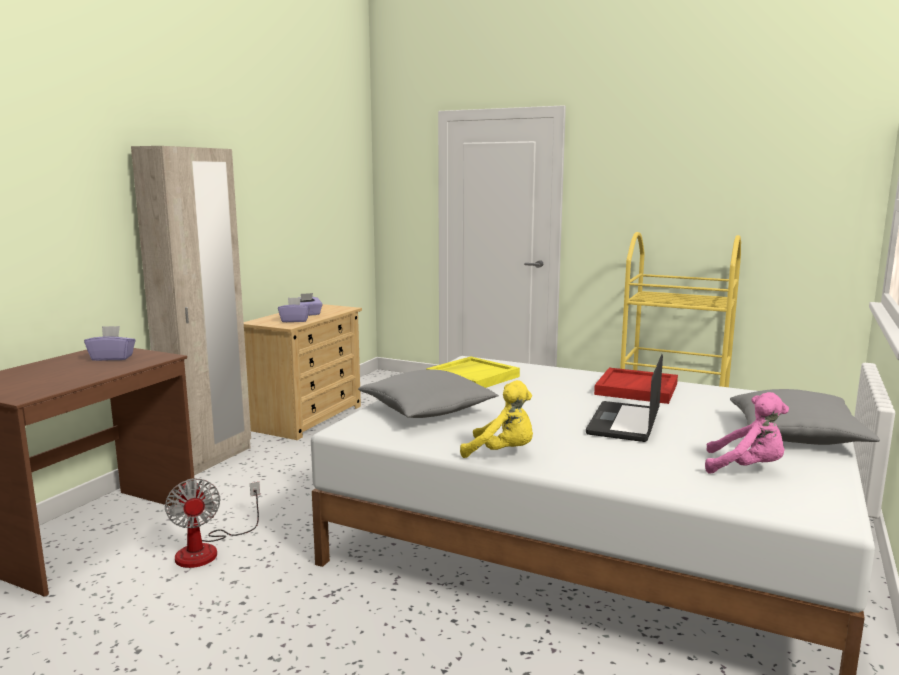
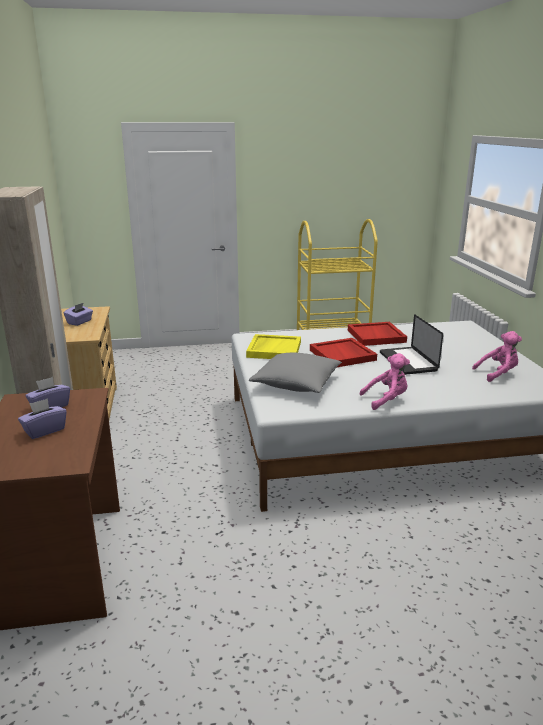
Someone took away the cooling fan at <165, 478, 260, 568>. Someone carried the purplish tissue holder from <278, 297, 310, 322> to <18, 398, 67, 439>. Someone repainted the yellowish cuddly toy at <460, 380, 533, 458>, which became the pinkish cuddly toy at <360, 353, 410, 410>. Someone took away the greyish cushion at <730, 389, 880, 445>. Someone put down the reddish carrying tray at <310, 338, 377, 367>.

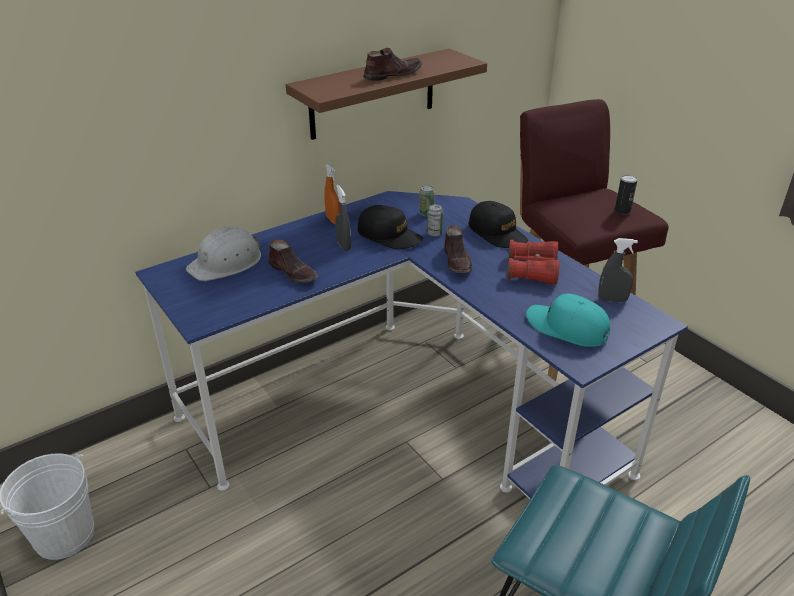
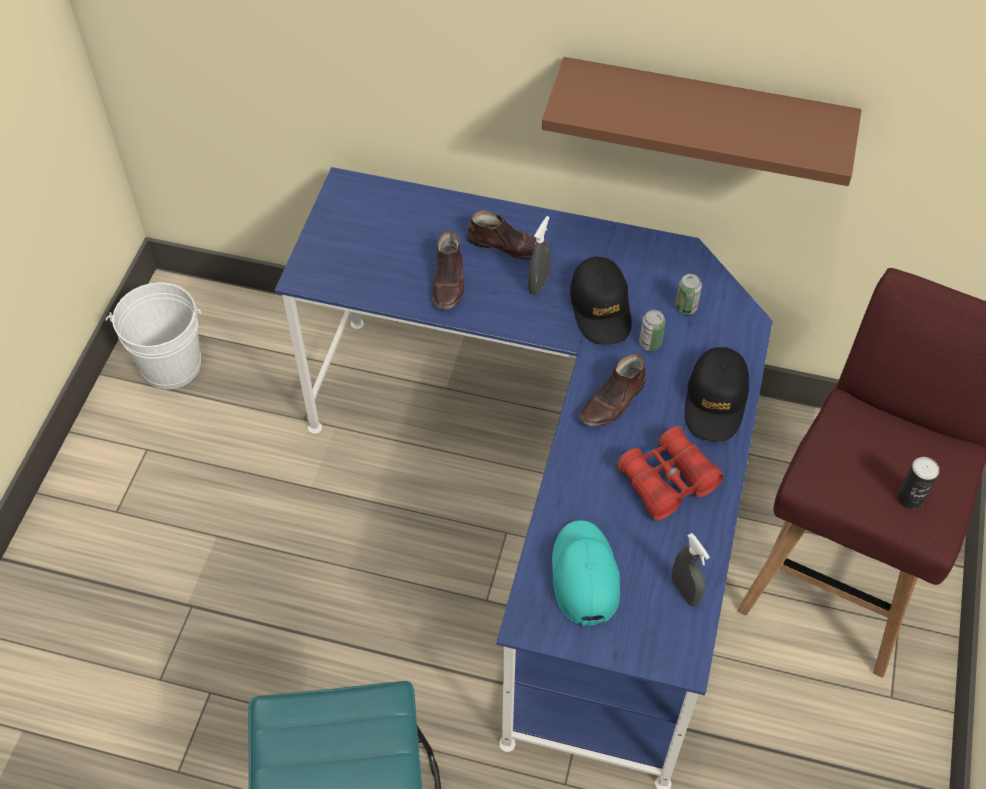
Someone took away the whitish safety helmet at <186, 226, 261, 281>. Someone took away the orange hand sprayer at <324, 164, 340, 224>. Someone carried the brown item of footwear from <363, 48, 422, 81> to <466, 210, 549, 259>.

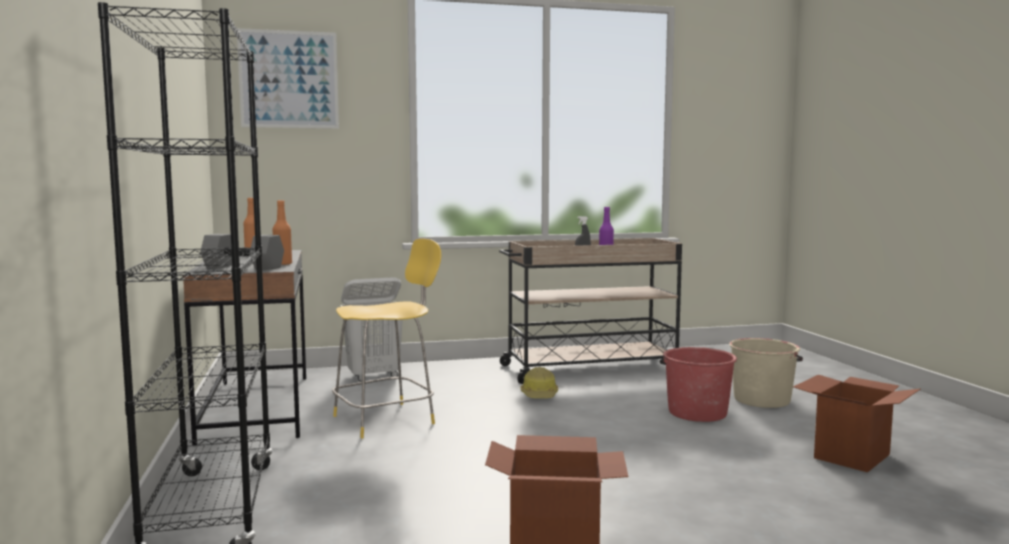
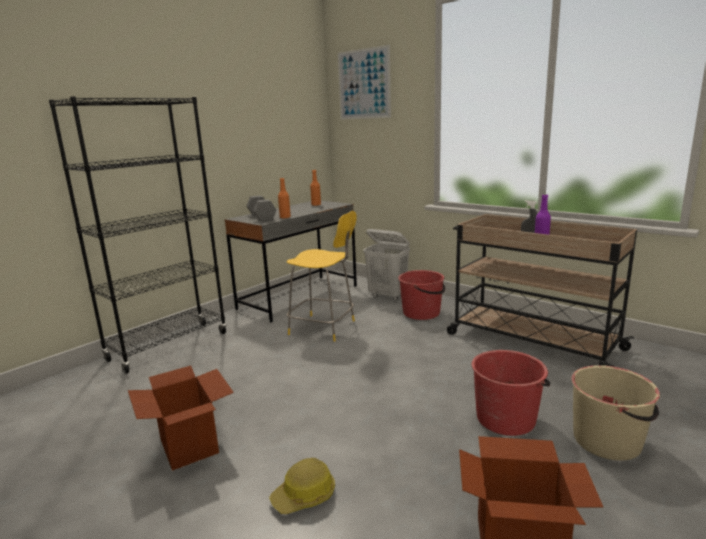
Someone carried the safety helmet from <521, 367, 558, 398> to <269, 458, 335, 514>. Someone put down the reddish bucket at <398, 270, 445, 320>.

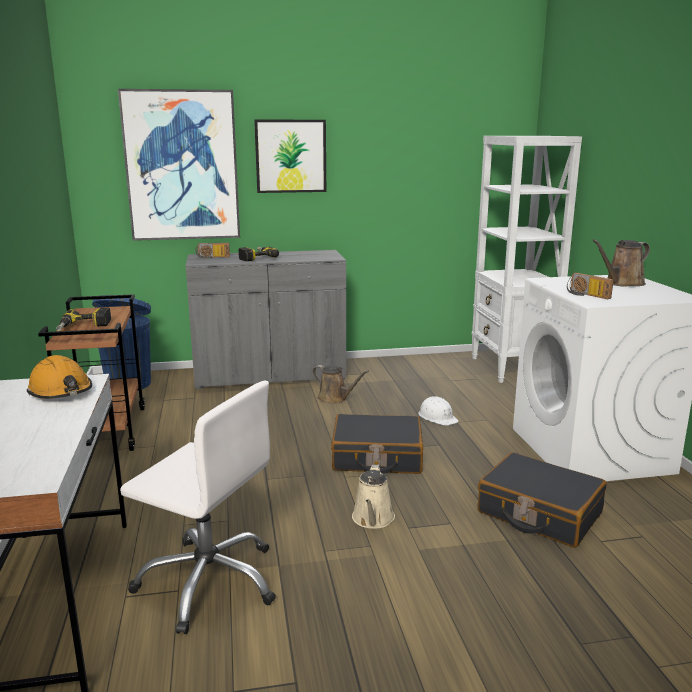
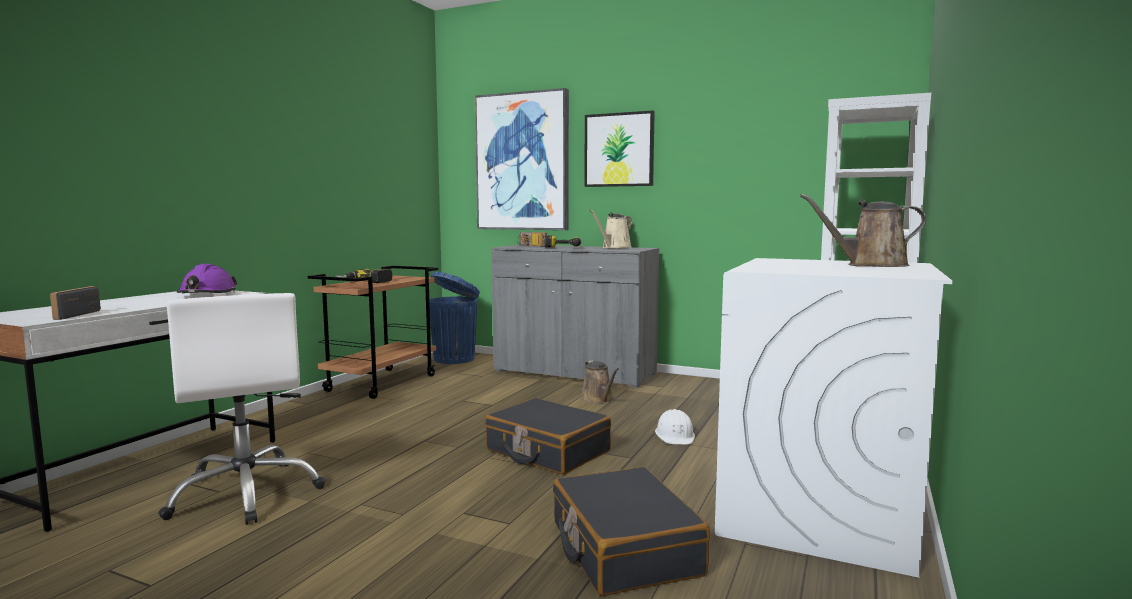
Someone repainted the orange safety helmet at <27, 355, 92, 399>, which became the purplish safety helmet at <177, 264, 237, 293>. Someone carried the beige watering pot from <352, 465, 395, 529> to <589, 209, 632, 249>. Someone carried the radio receiver from <567, 273, 614, 299> to <50, 286, 101, 320>.

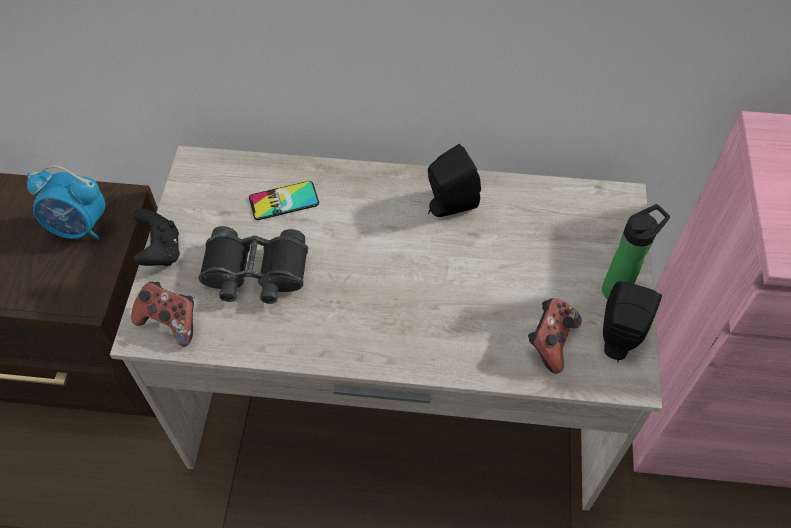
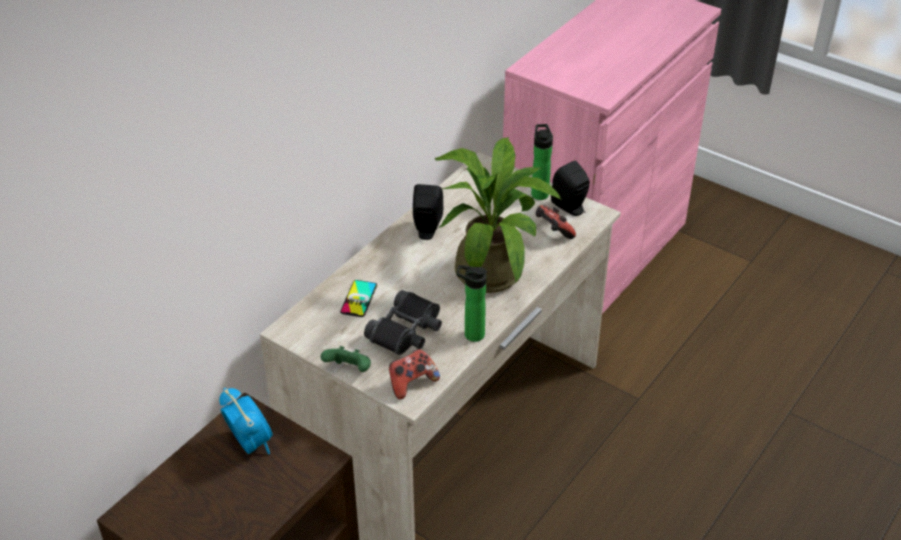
Someone rotated the table clock at <27, 165, 106, 240> by 75 degrees counterclockwise. Someone repainted the blackish gamepad at <133, 209, 180, 266>, which became the green-coloured gamepad at <321, 346, 371, 372>. Someone put down the potted plant at <435, 137, 561, 293>. Someone put down the bottle at <457, 265, 487, 342>.

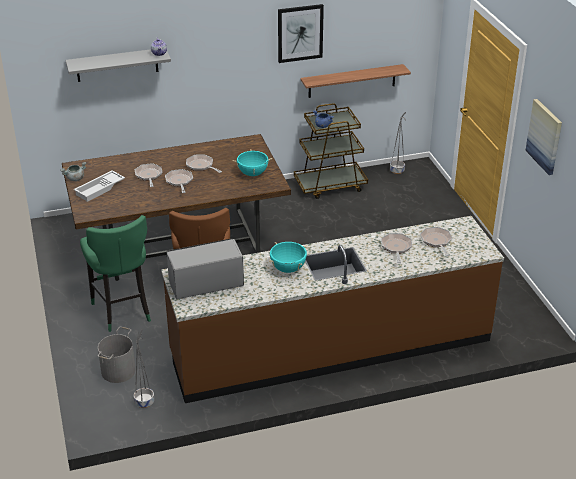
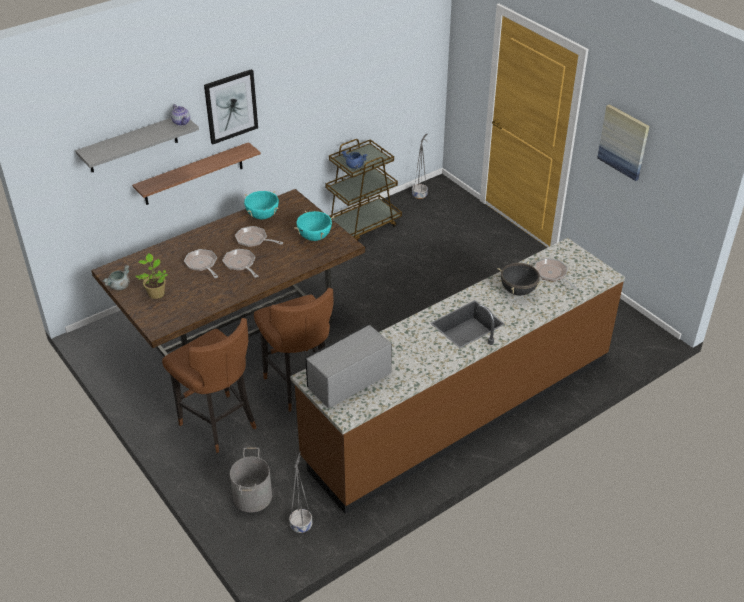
Someone swapped the whitish carrying tray at <74, 170, 125, 202> for the potted plant at <135, 253, 168, 299>. Someone repainted the green-coloured sitting stool at <80, 215, 151, 332>, which became the brown sitting stool at <162, 318, 257, 453>. Someone carried the turquoise-coloured stockpot from <269, 242, 307, 273> to <244, 191, 279, 219>. Someone carried the wall picture from <278, 4, 324, 63> to <204, 69, 258, 144>. Someone carried the shelf from <300, 64, 411, 98> to <132, 142, 261, 205>. Someone swapped the pan at <381, 233, 412, 263> for the blackish stockpot at <498, 262, 543, 296>.

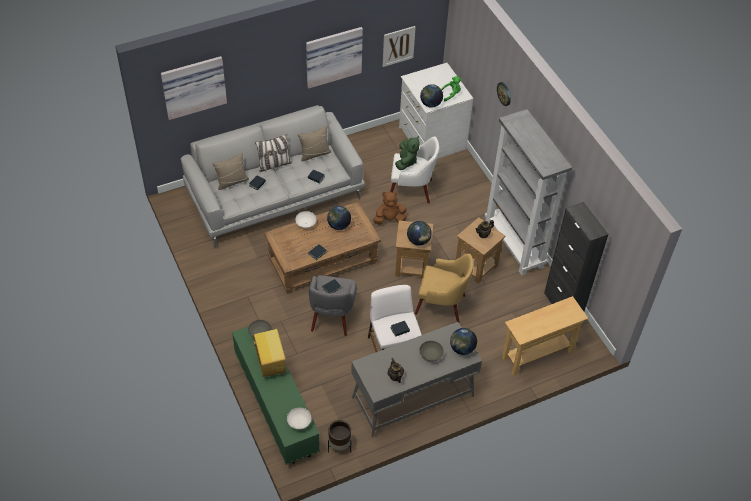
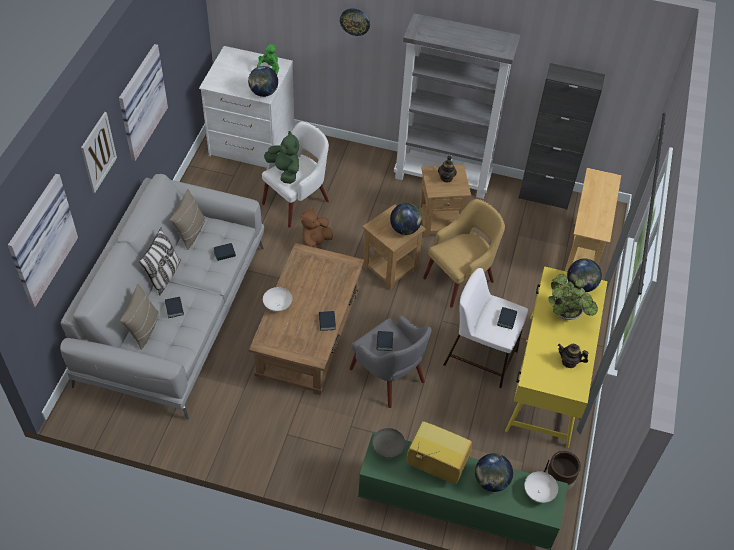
Someone carried the desk globe from <327, 206, 351, 230> to <475, 453, 513, 492>. Someone repainted the greyish desk at <351, 322, 482, 437>, which became the yellowish desk at <505, 266, 608, 448>. Someone carried the wall picture from <383, 26, 416, 67> to <81, 112, 117, 193>. Someone swapped the greyish deep dish at <419, 341, 444, 361> for the potted plant at <548, 274, 598, 320>.

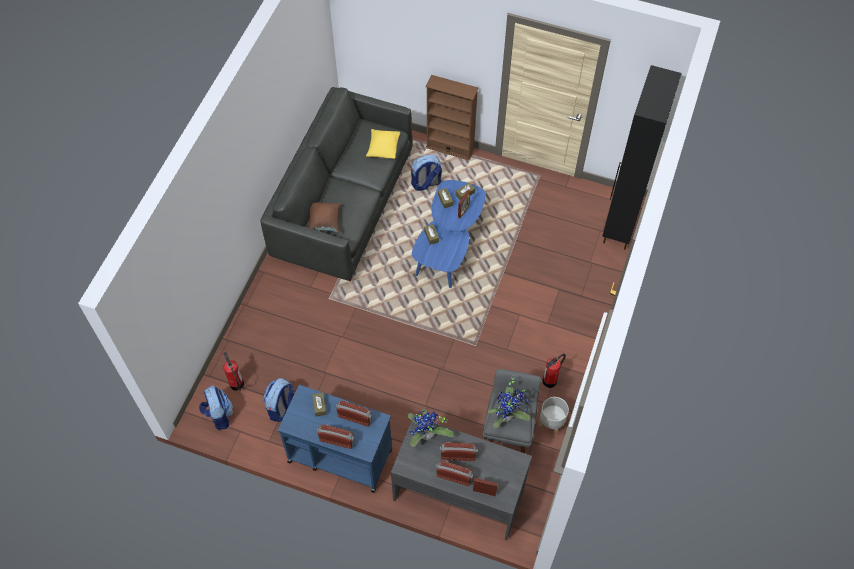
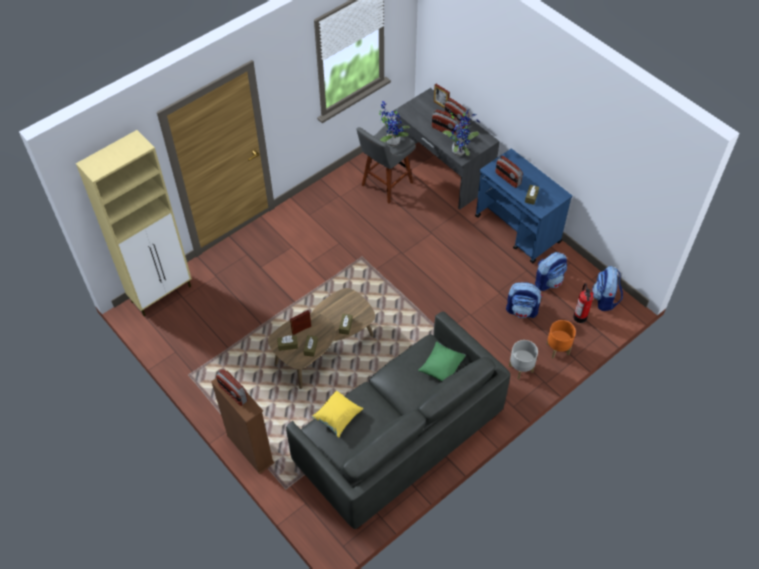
Someone repainted the brown cushion at <308, 203, 341, 233>, which became the green-coloured cushion at <419, 342, 466, 381>. Someone carried the radio receiver from <317, 425, 354, 449> to <216, 369, 248, 406>. Someone carried the rucksack from <411, 155, 442, 191> to <506, 282, 542, 318>. Someone repainted the blue-coloured low table at <412, 180, 486, 288>, which became the brown low table at <268, 288, 375, 389>. Someone carried the greyish planter from <539, 397, 569, 435> to <509, 340, 538, 379>. Someone took away the fire-fighting cylinder at <542, 354, 566, 388>. Someone repainted the blackish storage cabinet at <602, 65, 682, 250>, which became the beige storage cabinet at <76, 130, 192, 316>. Someone put down the orange planter at <547, 320, 576, 358>.

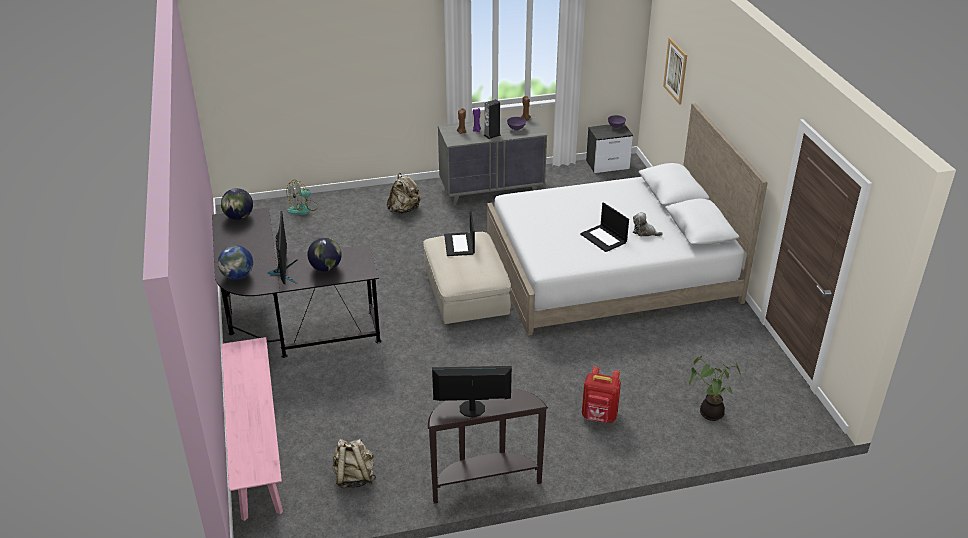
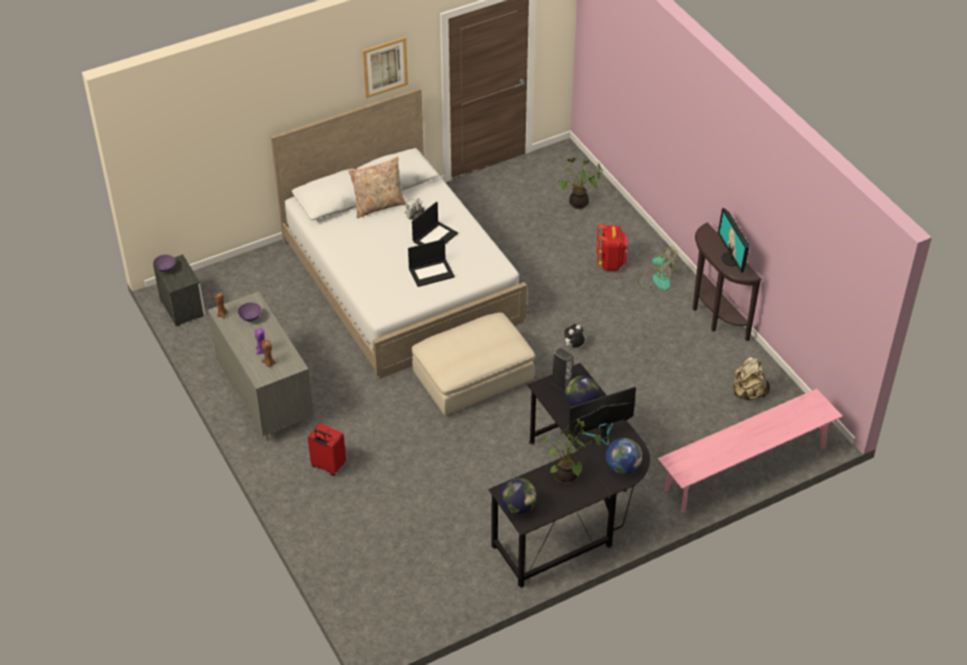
Someone carried the cooling fan from <287, 180, 319, 215> to <638, 247, 678, 291>. Someone swapped the beige rucksack at <387, 173, 422, 213> for the reddish suitcase at <308, 423, 346, 476>. Someone carried the portable computer from <444, 211, 475, 256> to <408, 239, 455, 287>. Someone carried the speaker from <484, 99, 501, 139> to <552, 348, 573, 393>. Someone carried the wall picture from <663, 38, 687, 105> to <362, 37, 408, 98>. Someone put down the beige cushion at <349, 157, 406, 218>. Someone put down the potted plant at <543, 419, 601, 485>. Someone put down the cuddly toy at <564, 324, 585, 348>.

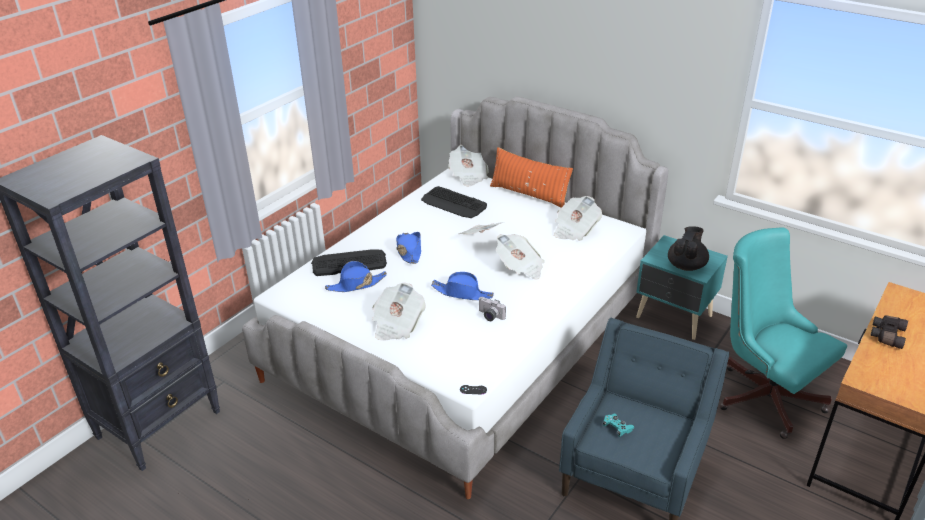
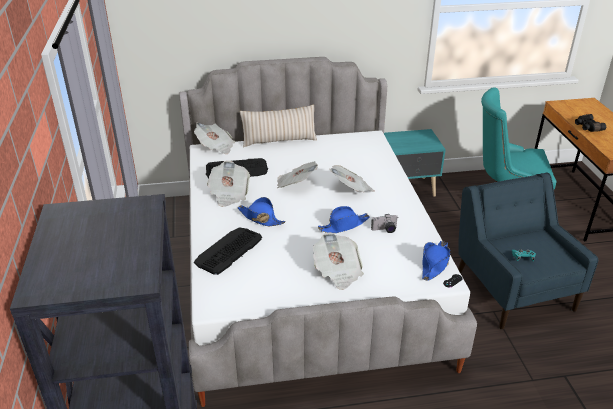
Someone carried the blue-coloured clothing hat from <325, 261, 387, 292> to <422, 241, 450, 281>. Someone repainted the orange cushion at <490, 147, 573, 208>, which became the beige cushion at <240, 105, 317, 147>. Someone carried the printed paper from <554, 196, 602, 241> to <207, 161, 250, 207>. Someone took away the blackish pot for tea at <668, 226, 709, 271>.

